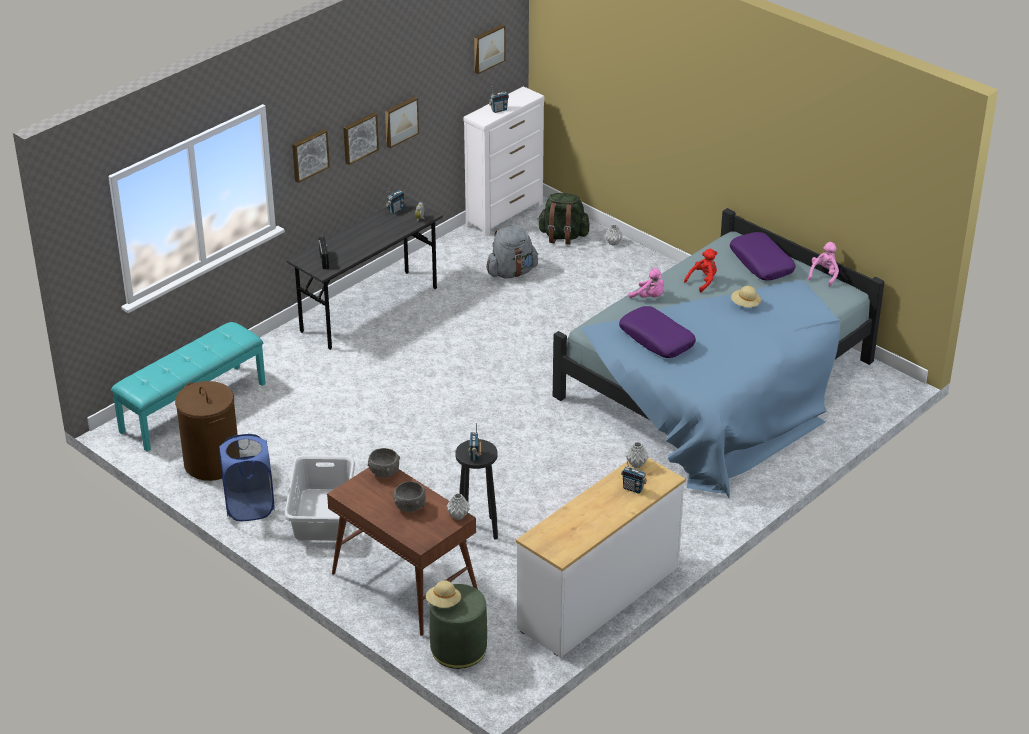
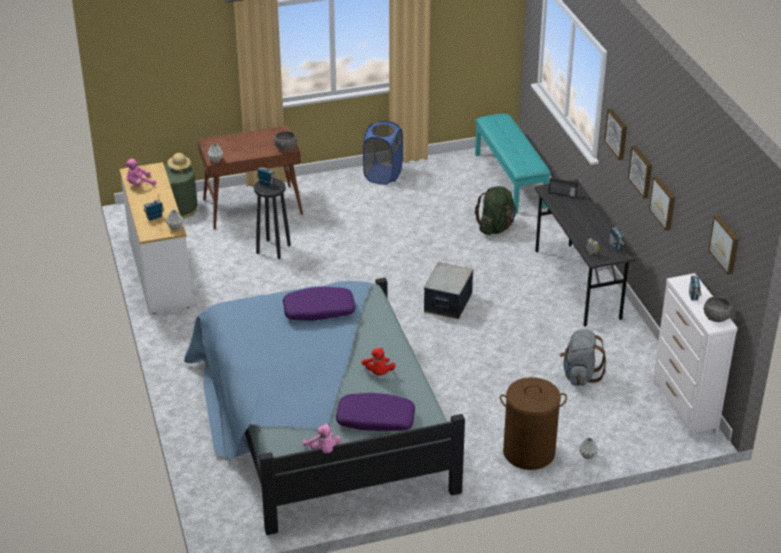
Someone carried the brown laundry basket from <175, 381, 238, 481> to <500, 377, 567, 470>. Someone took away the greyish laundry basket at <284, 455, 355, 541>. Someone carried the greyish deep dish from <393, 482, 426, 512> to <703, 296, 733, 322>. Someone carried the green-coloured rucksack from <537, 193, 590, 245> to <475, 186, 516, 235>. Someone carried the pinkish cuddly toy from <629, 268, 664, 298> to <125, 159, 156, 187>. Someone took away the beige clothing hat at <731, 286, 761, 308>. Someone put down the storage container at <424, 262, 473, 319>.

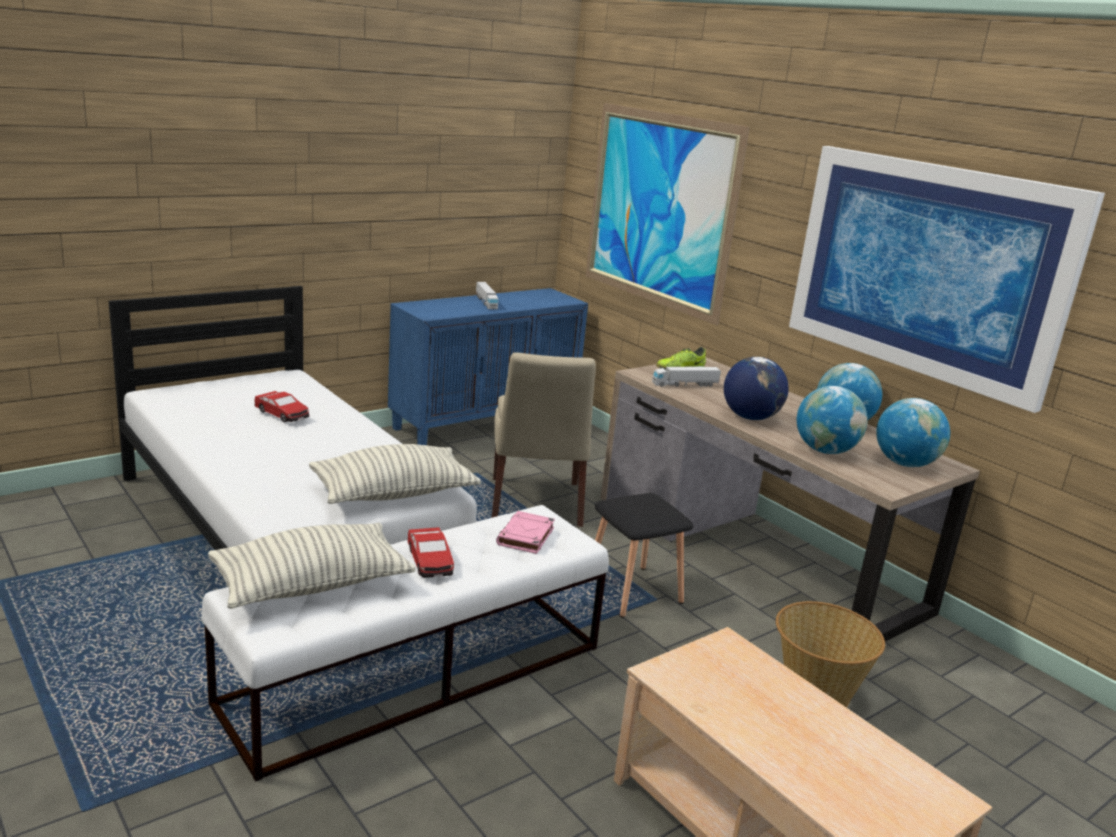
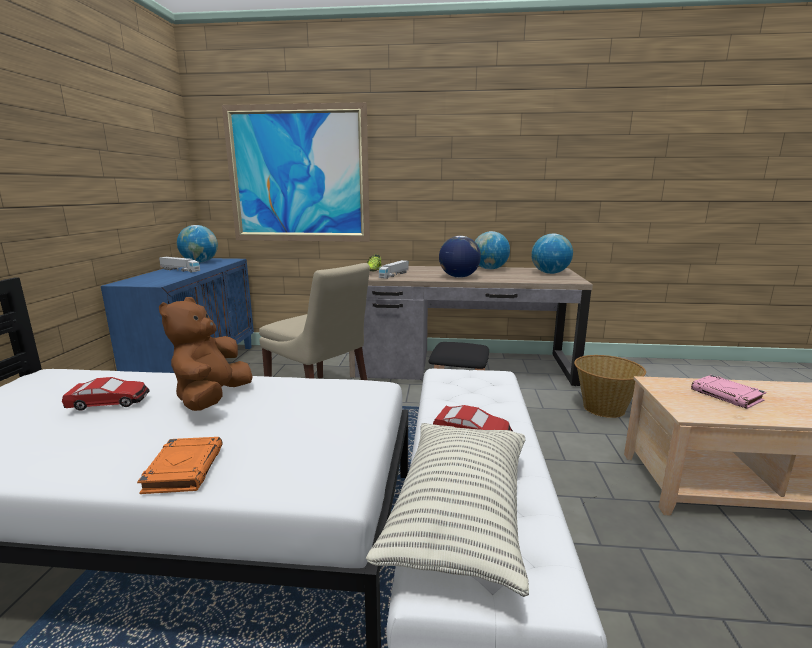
Someone took away the cushion at <309, 444, 481, 504>. Someone carried the pinkish volume from <496, 511, 555, 554> to <691, 375, 766, 409>. Someone took away the wall picture at <789, 146, 1105, 413>. Someone carried the desk globe from <797, 386, 868, 454> to <177, 225, 218, 263>. Someone put down the orange volume at <137, 437, 223, 494>. Someone put down the brown cuddly toy at <159, 297, 253, 411>.

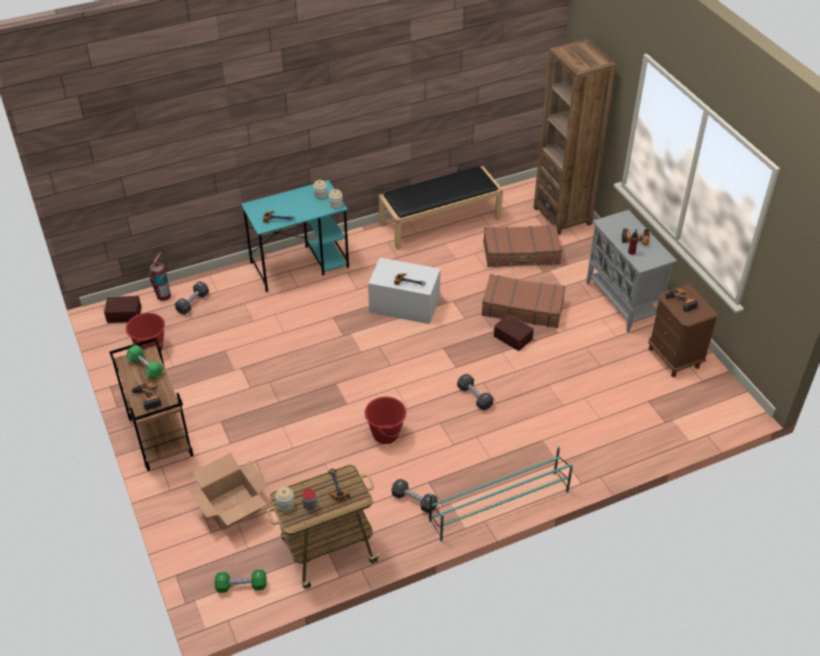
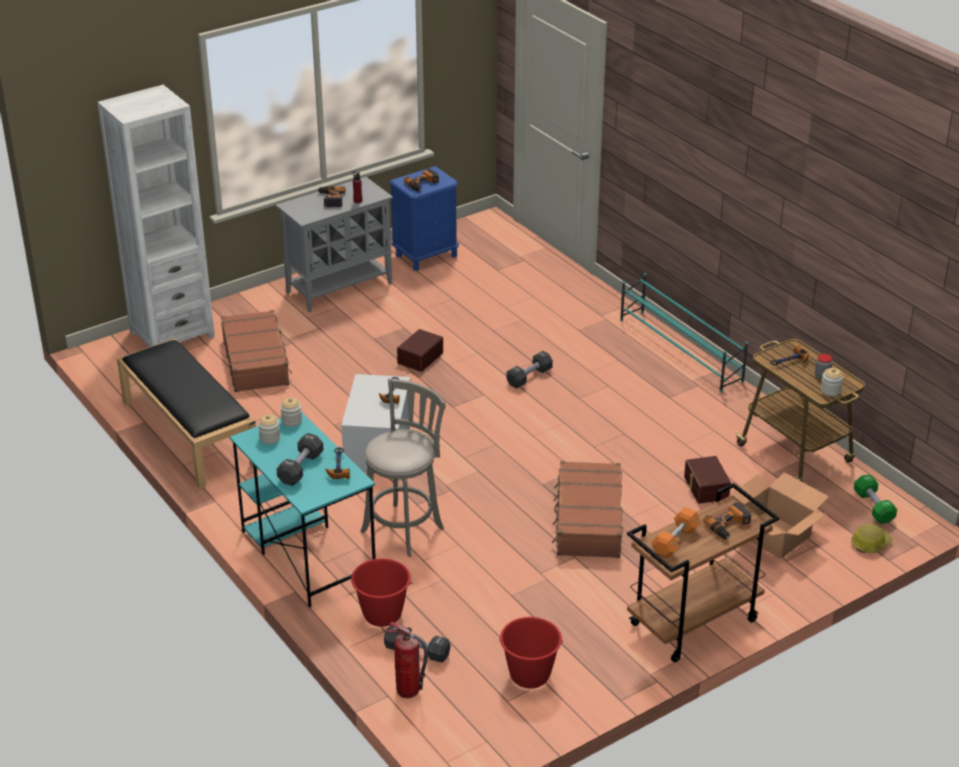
Someone carried the brown storage container from <104, 296, 141, 323> to <684, 456, 731, 504>. Someone repainted the green-coloured dumbbell at <126, 345, 163, 380>, which became the orange dumbbell at <651, 507, 701, 558>. Someone carried the reddish bucket from <365, 397, 407, 444> to <351, 558, 412, 627>. Someone carried the blackish dumbbell from <391, 479, 438, 513> to <277, 433, 323, 486>. Someone carried the brown suitcase from <482, 274, 566, 328> to <552, 461, 623, 558>. Someone repainted the brown shelving unit at <533, 39, 616, 235>, which became the whitish shelving unit at <98, 85, 215, 347>. Someone repainted the brown bedside table at <648, 284, 718, 377>, which became the blue-coloured bedside table at <389, 166, 459, 271>. Someone put down the greyish sitting stool at <361, 379, 446, 557>. Someone put down the safety helmet at <851, 523, 893, 553>.

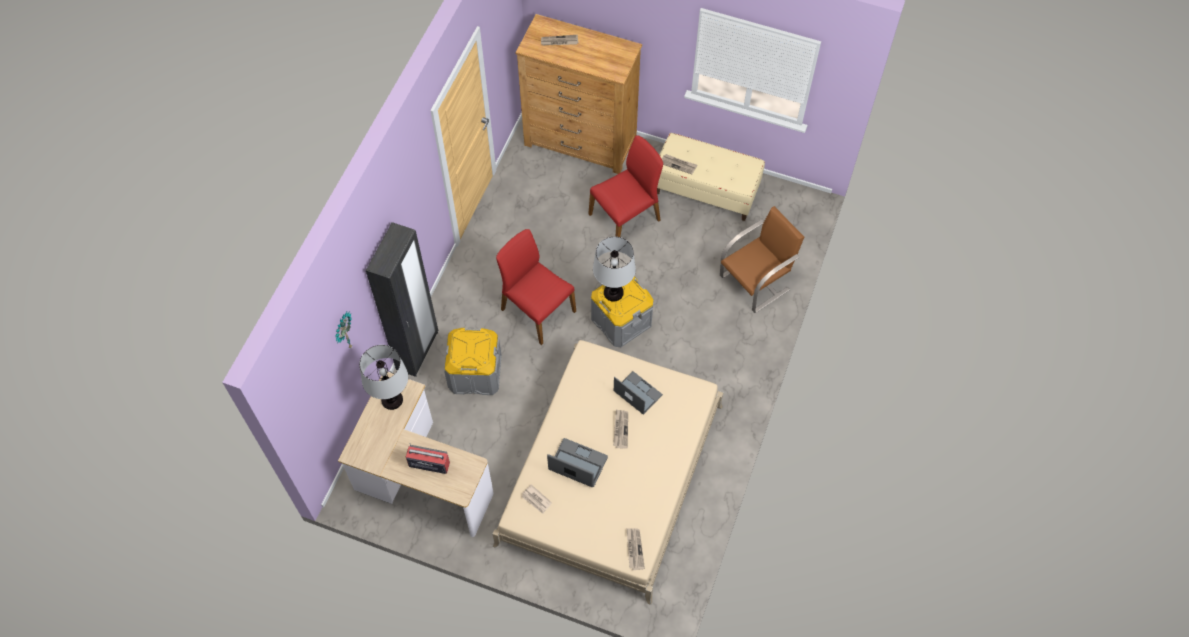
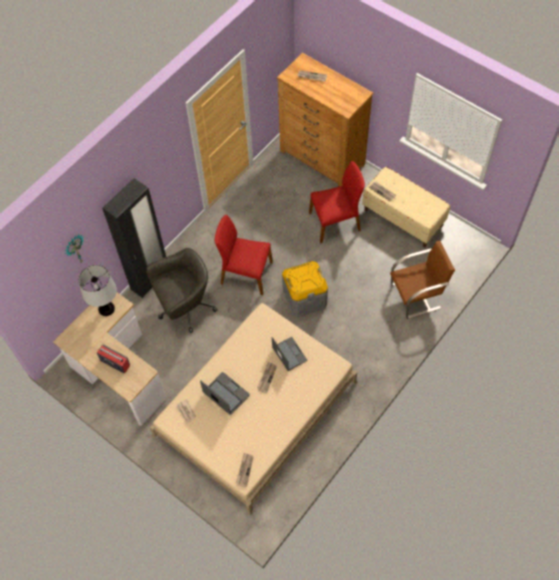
Someone swapped the greyish storage container at <444, 328, 502, 395> for the greyish computer chair at <146, 248, 217, 333>. Someone rotated the reddish upright chair at <496, 229, 576, 345> by 45 degrees counterclockwise. Someone took away the tabletop lamp at <593, 237, 636, 302>.

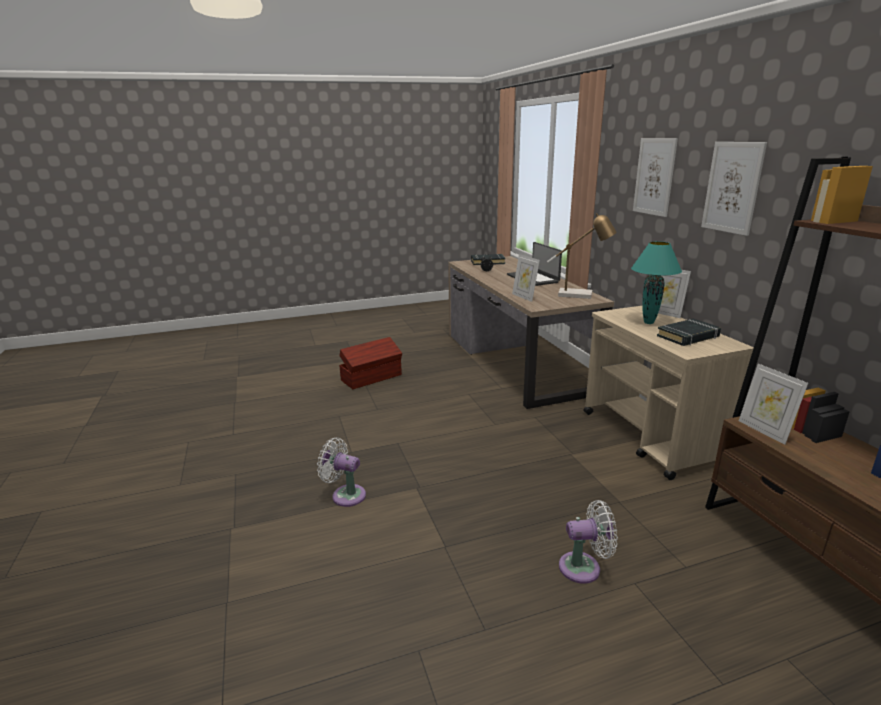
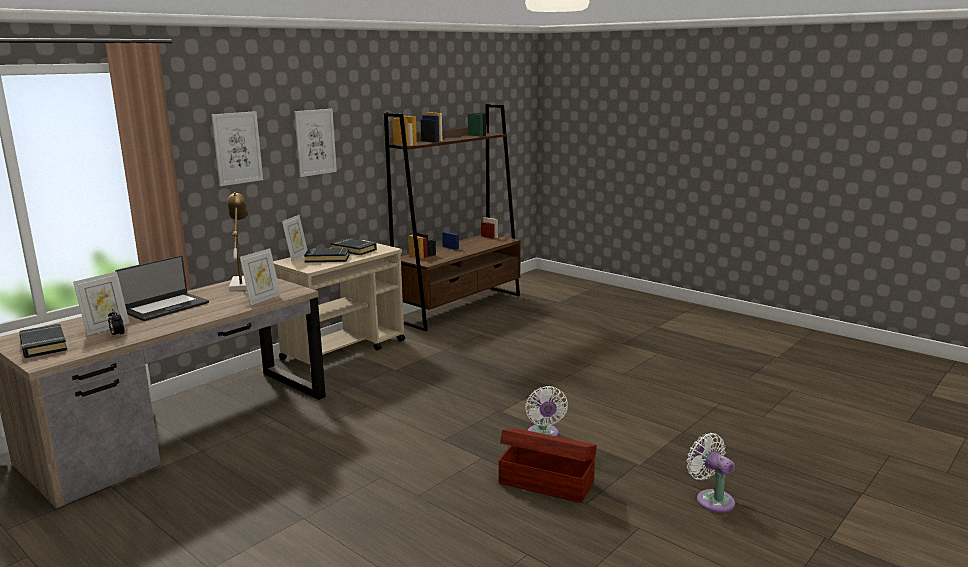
Someone carried the brown storage container from <339, 337, 402, 389> to <499, 428, 597, 503>. Someone carried the whitish cooling fan from <559, 500, 618, 584> to <686, 433, 735, 513>. Someone swapped the turquoise-coloured tabletop lamp at <631, 241, 682, 324> for the blackish volume at <304, 248, 349, 263>. Someone carried the photo frame from <739, 363, 808, 445> to <73, 271, 130, 336>.

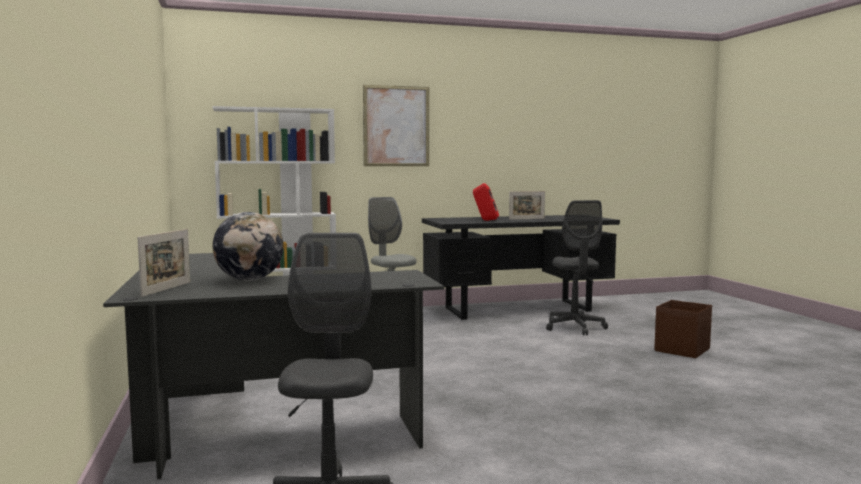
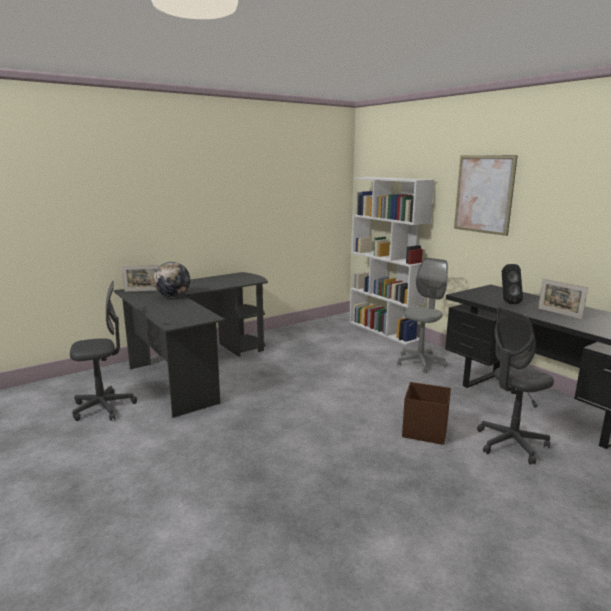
Someone repainted the reddish speaker at <473, 183, 499, 221>, which became the blackish speaker at <502, 264, 523, 304>. Someone carried the brown storage container from <654, 300, 712, 358> to <402, 382, 451, 445>.

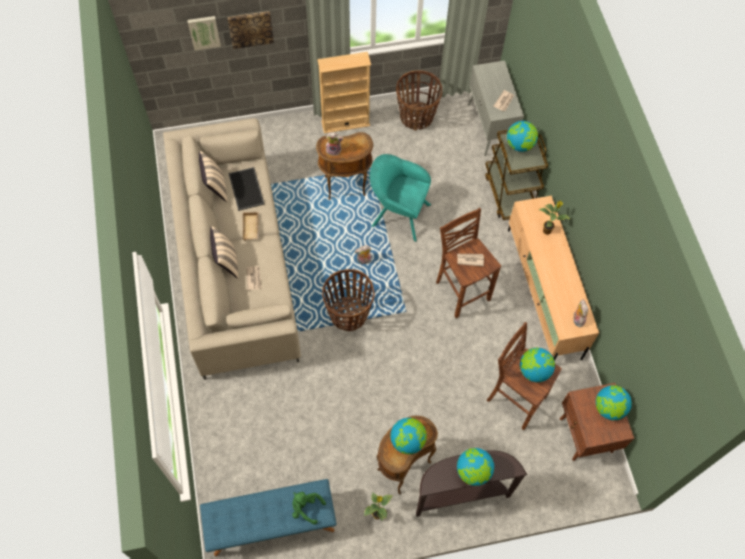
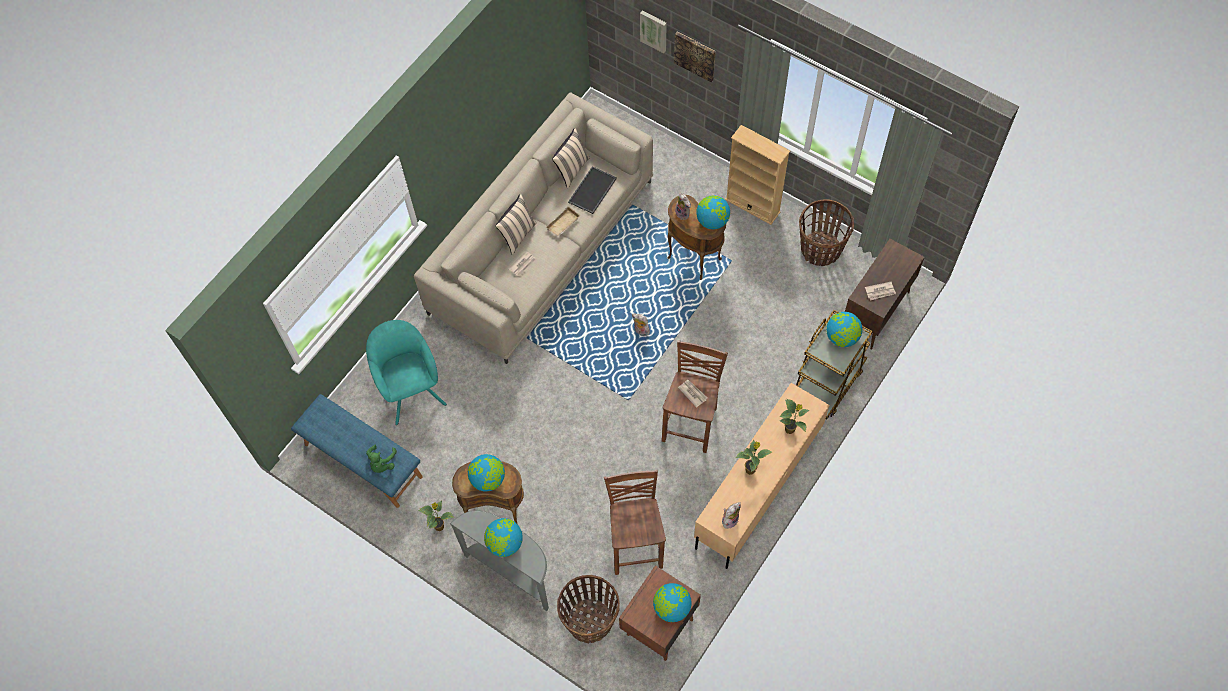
Someone rotated the green-coloured cuddly toy at <292, 492, 326, 525> by 150 degrees counterclockwise. Someone carried the household basket from <322, 269, 375, 331> to <557, 575, 620, 643>. Someone carried the turquoise-coloured armchair from <370, 154, 431, 242> to <366, 320, 447, 425>. Someone repainted the brown console table at <416, 450, 527, 517>, which became the greyish console table at <449, 511, 549, 611>. Someone repainted the greyish storage cabinet at <468, 60, 524, 156>, which became the brown storage cabinet at <845, 239, 925, 350>. Someone carried the desk globe from <520, 348, 555, 382> to <696, 195, 730, 229>. Someone put down the potted plant at <735, 440, 772, 475>.

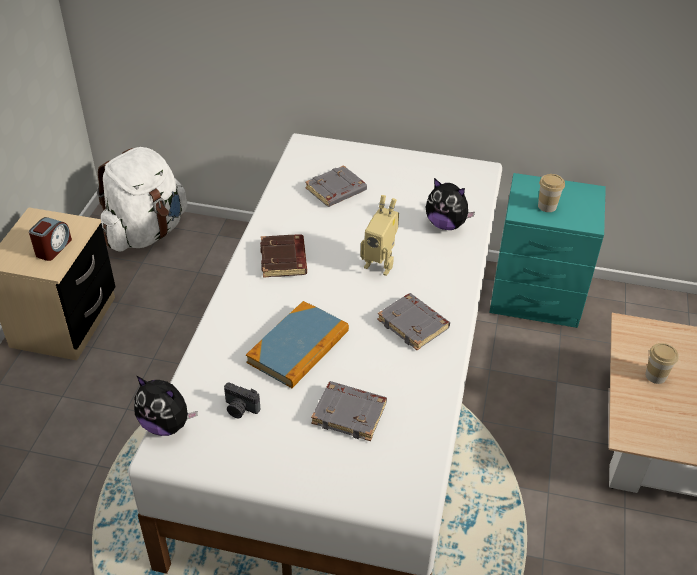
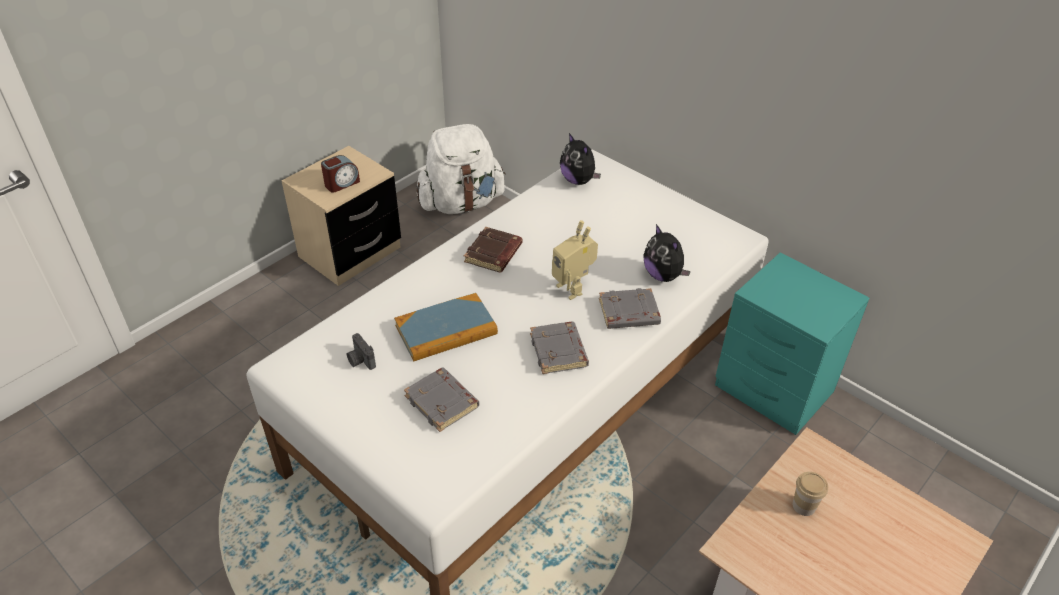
Someone carried the cuddly toy from <134, 376, 198, 436> to <560, 133, 601, 185>. Someone carried the greyish volume from <305, 165, 367, 207> to <599, 288, 661, 329>. Someone took away the small cup at <538, 174, 565, 212>.

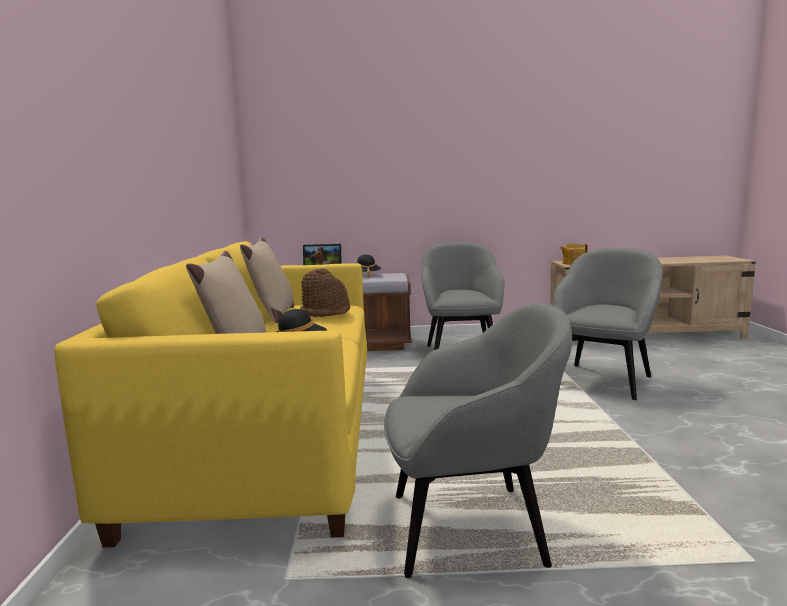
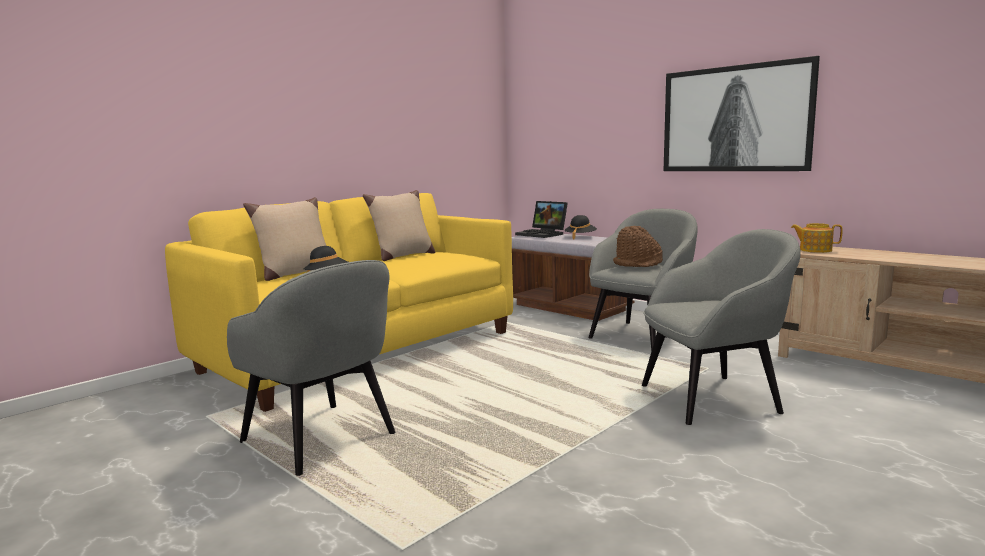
Someone carried the brown clothing hat from <300, 268, 350, 317> to <613, 226, 663, 267>. Someone put up the wall picture at <663, 56, 820, 171>.

